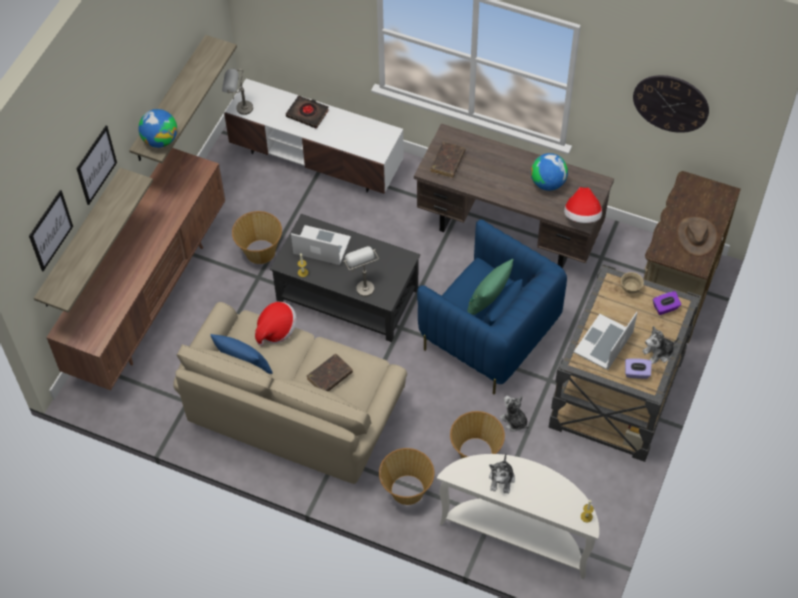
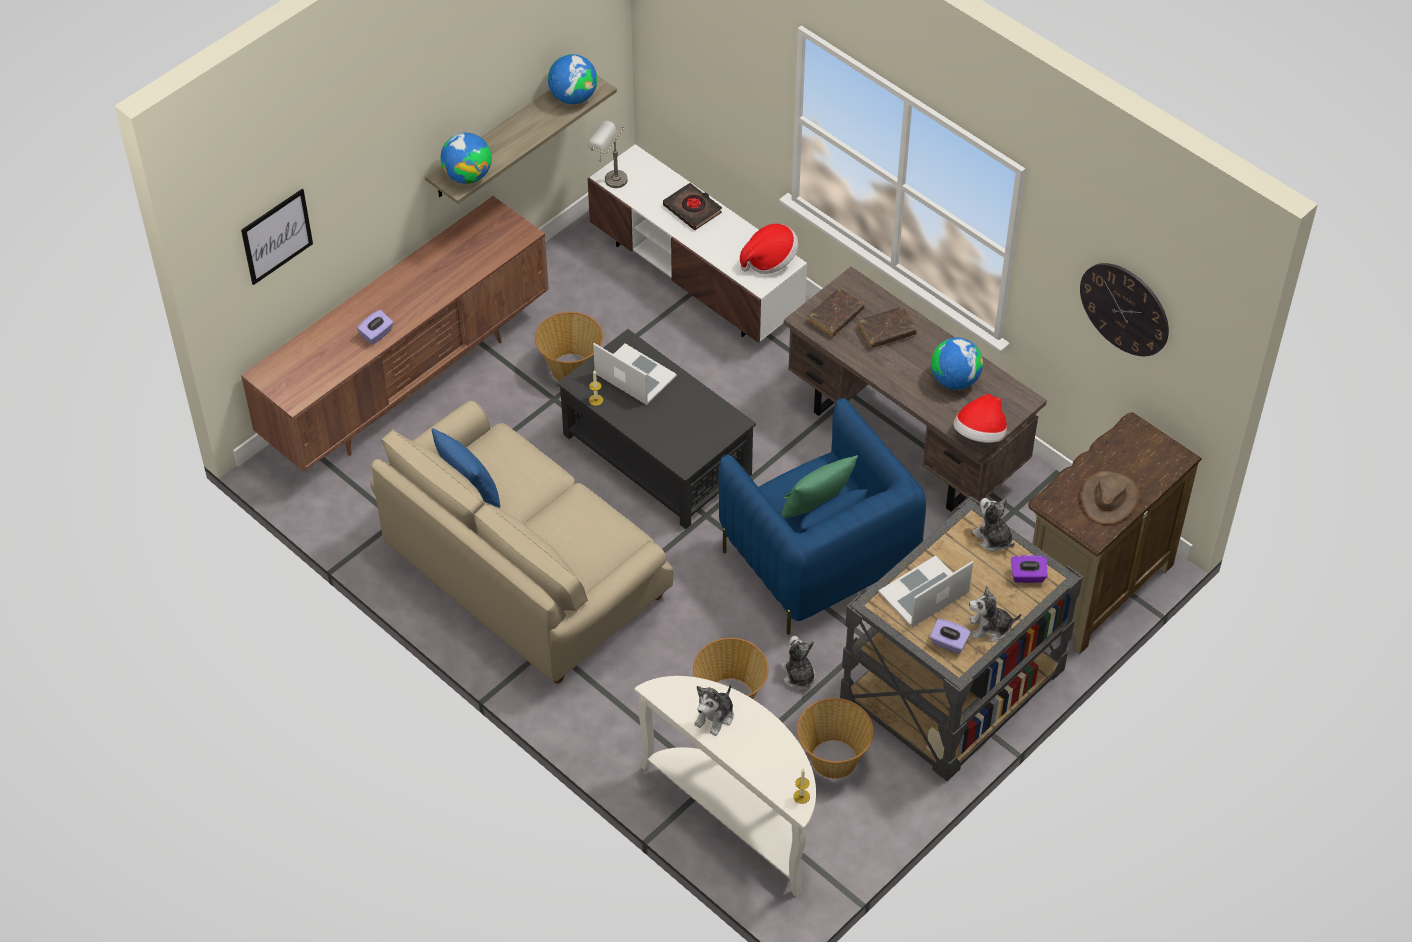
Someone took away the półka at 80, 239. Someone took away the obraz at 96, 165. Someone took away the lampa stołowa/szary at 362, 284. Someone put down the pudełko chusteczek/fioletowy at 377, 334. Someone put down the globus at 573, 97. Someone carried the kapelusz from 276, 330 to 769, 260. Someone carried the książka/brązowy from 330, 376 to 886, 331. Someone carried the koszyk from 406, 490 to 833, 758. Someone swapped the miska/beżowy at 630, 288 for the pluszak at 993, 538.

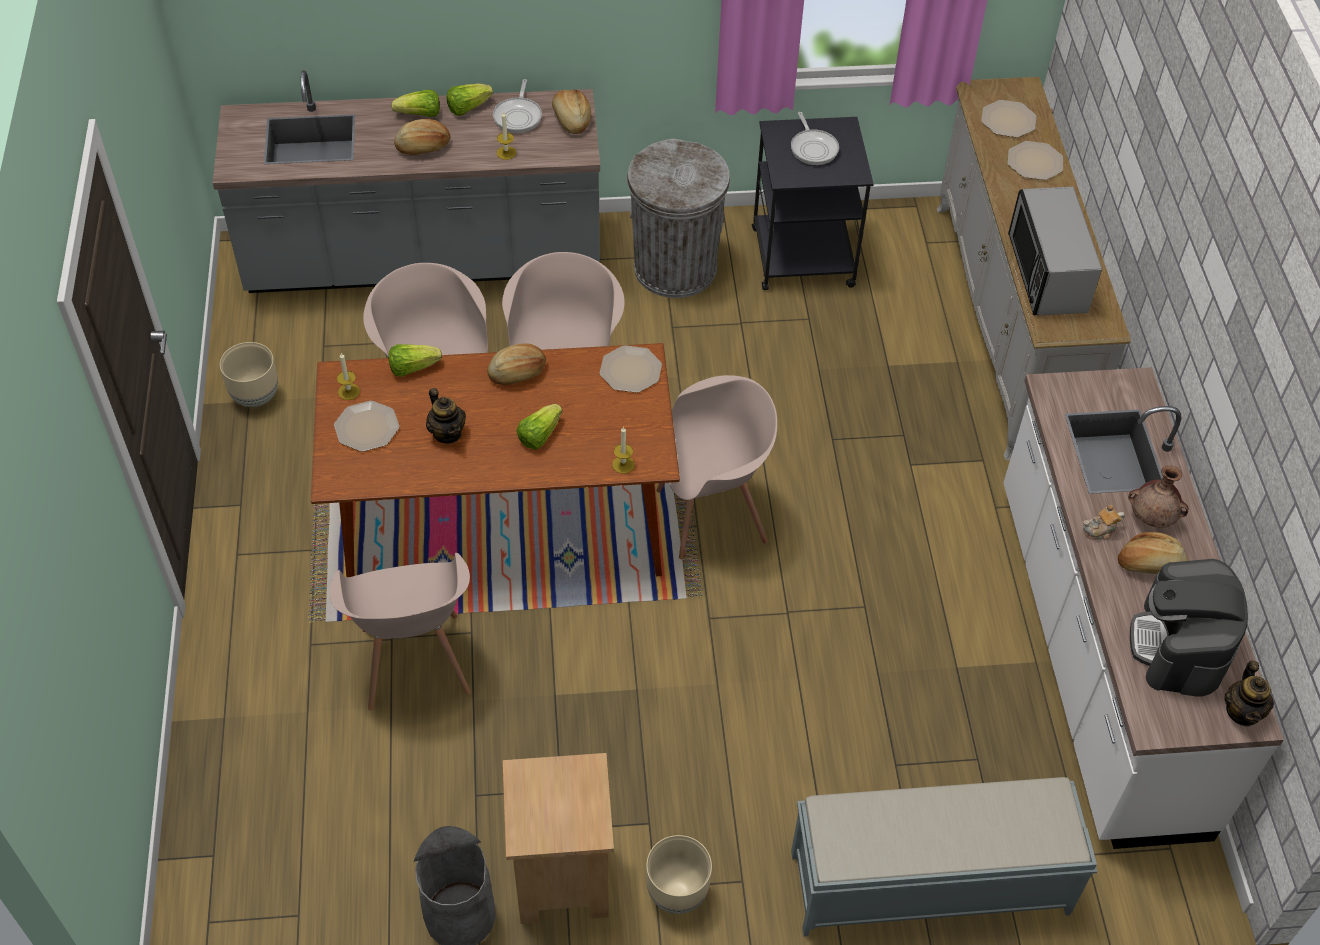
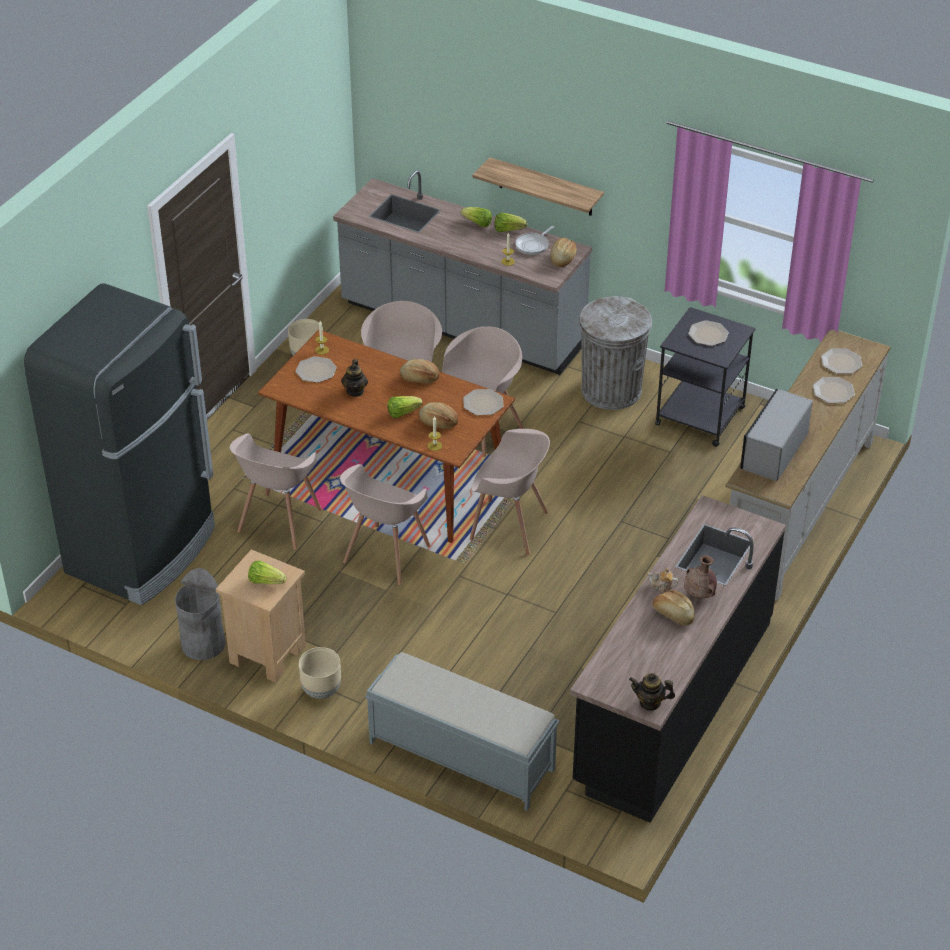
Someone took away the ekspres do kawy at 1179, 646. Someone put down the lodówka/czarny at 143, 550. Someone put down the krzesło/beżowy at 386, 555. Someone put up the półka at 545, 187. Someone carried the sałata from 413, 367 to 266, 581. Someone carried the chleb from 423, 146 to 438, 422. Someone swapped the patelnia at 813, 148 for the talerz at 708, 334. Someone repainted the zabudowa kuchenna/biały at 1095, 656, which became the zabudowa kuchenna/czarny at 672, 702. Someone rotated the imbryk at 1242, 712 by 60 degrees clockwise.

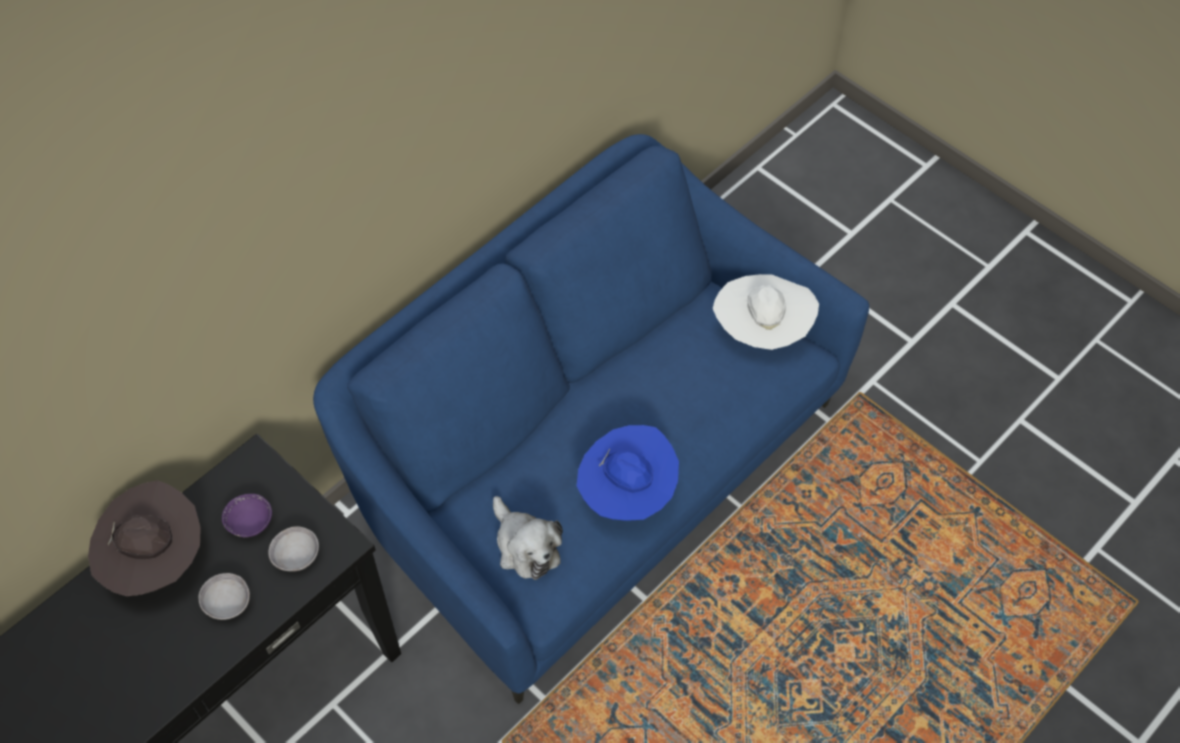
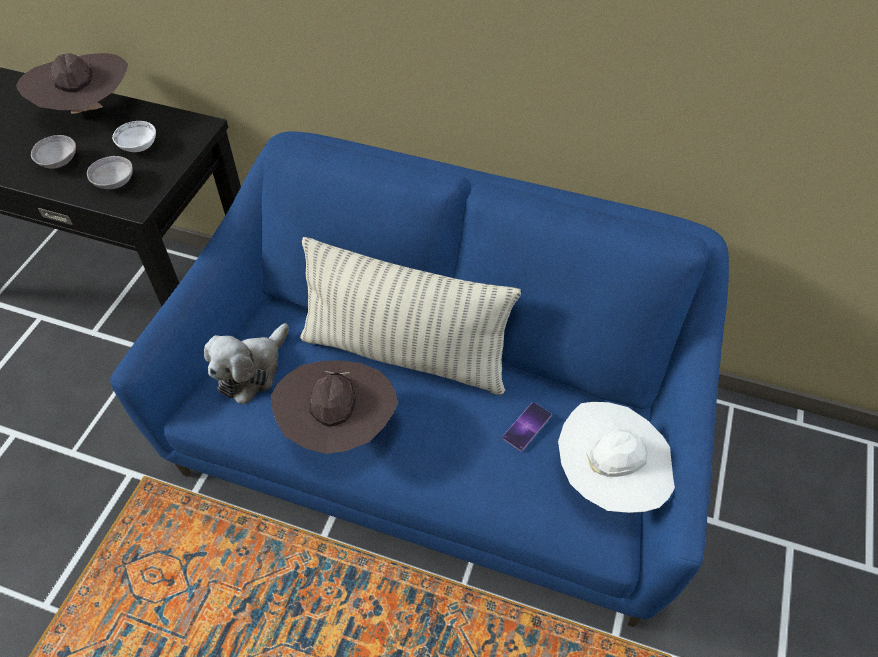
Someone put down the poduszka at 405, 353. Someone put down the telefon at 527, 426. Someone repainted the miska/fioletowy at 250, 522, which became the miska/biały at 138, 146. Someone repainted the kapelusz/niebieski at 627, 493, which became the kapelusz/brązowy at 338, 427.

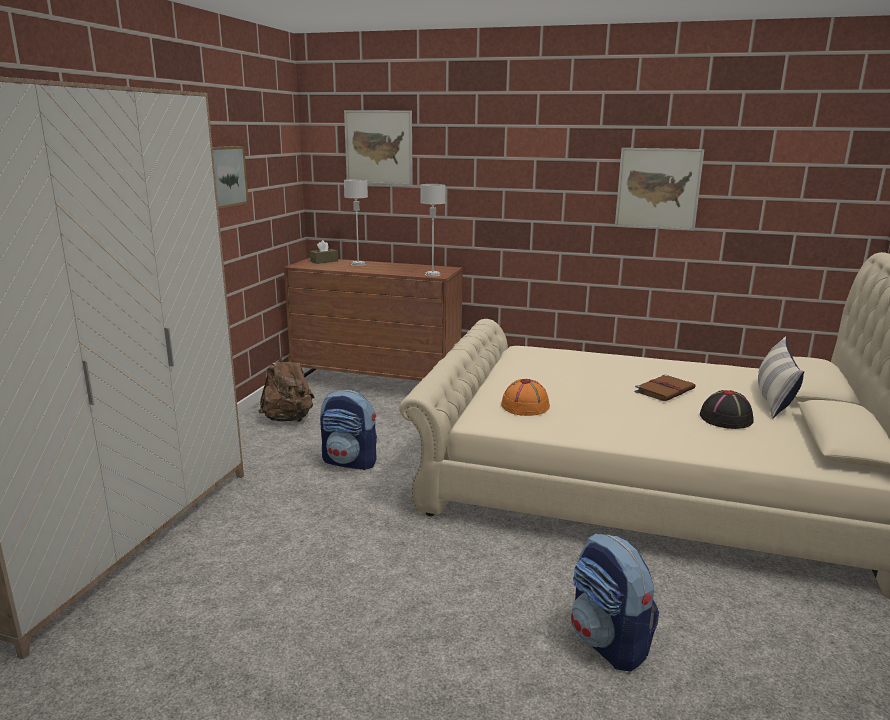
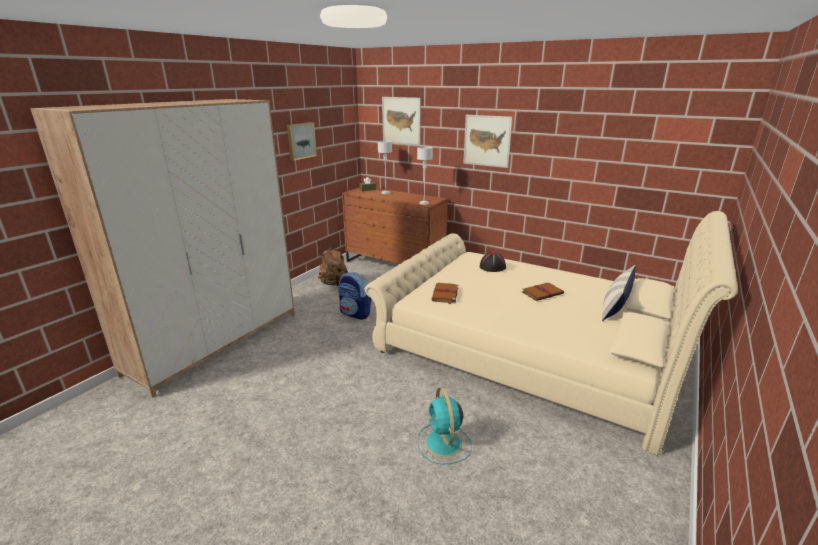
Someone carried the obraz from 658, 189 to 487, 141. Someone carried the kapelusz/czarny from 726, 418 to 492, 267. Someone swapped the kapelusz/pomarańczowy at 525, 406 for the książka/brązowy at 445, 294. Someone swapped the plecak at 609, 642 for the wentylator/turkusowy at 443, 444.

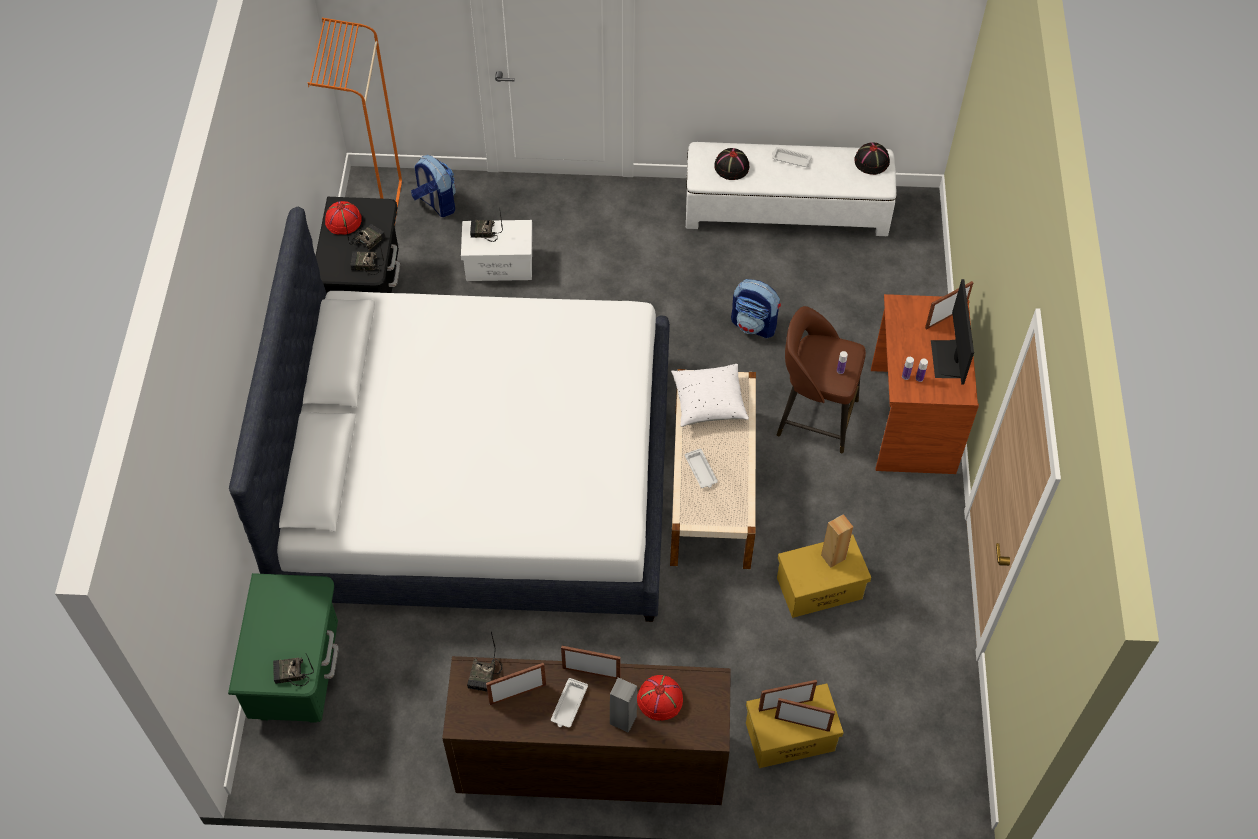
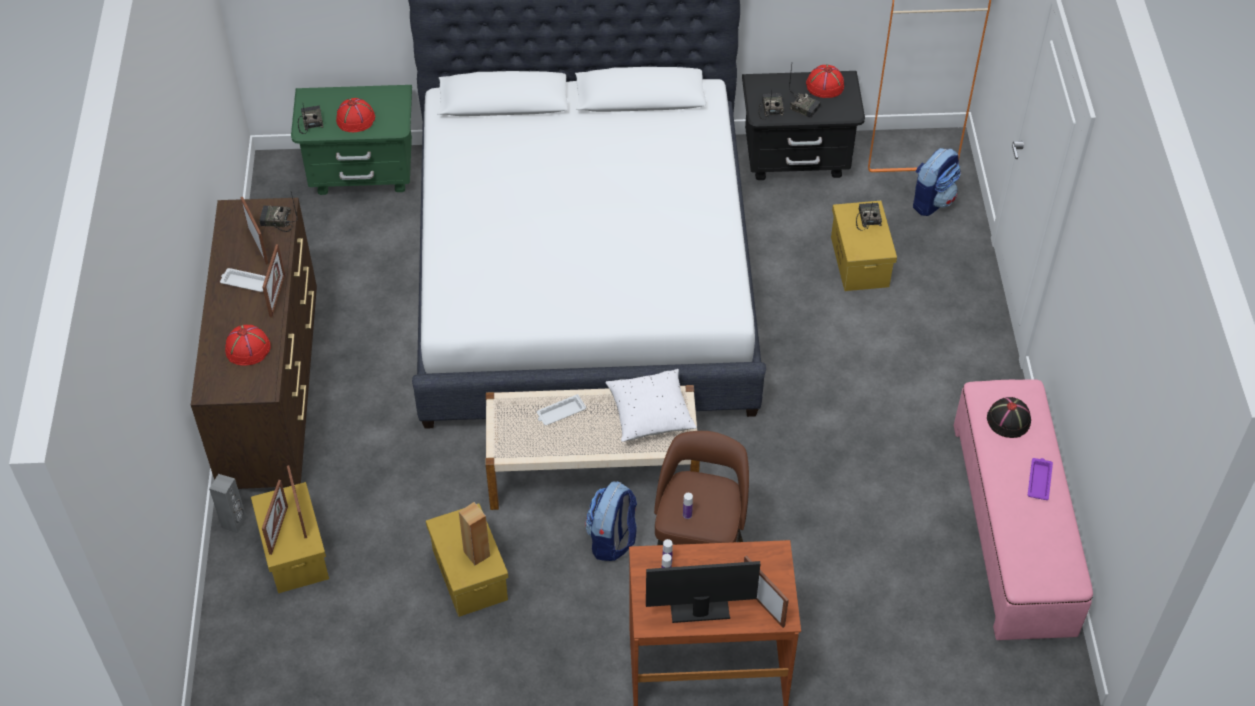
Someone took away the kapelusz/czarny at 872, 161. Someone put down the kapelusz/czerwony at 356, 119. Someone carried the głośnik/szary from 623, 720 to 234, 523. Someone carried the plecak from 754, 325 to 612, 540. Someone repainted the pojemnik do przechowywania/biały at 500, 264, which became the pojemnik do przechowywania/żółty at 860, 262. Someone repainted the ławka/biały at 787, 208, which became the ławka/różowy at 1014, 527. Someone repainted the taca/biały at 790, 159, which became the taca/fioletowy at 1039, 480.

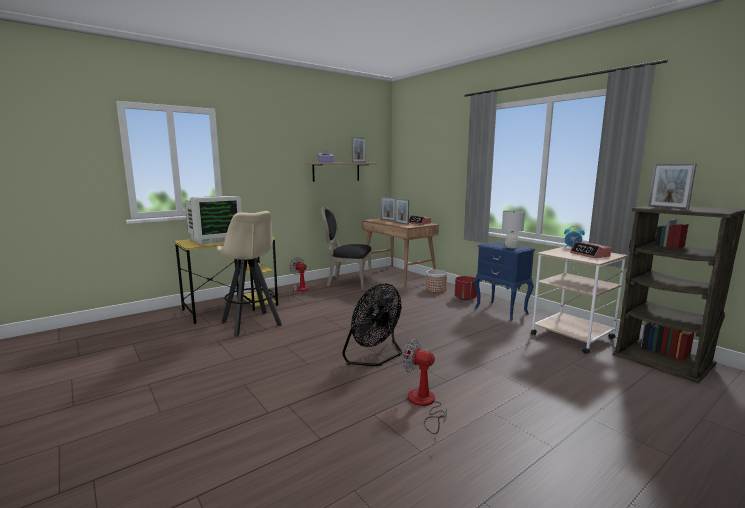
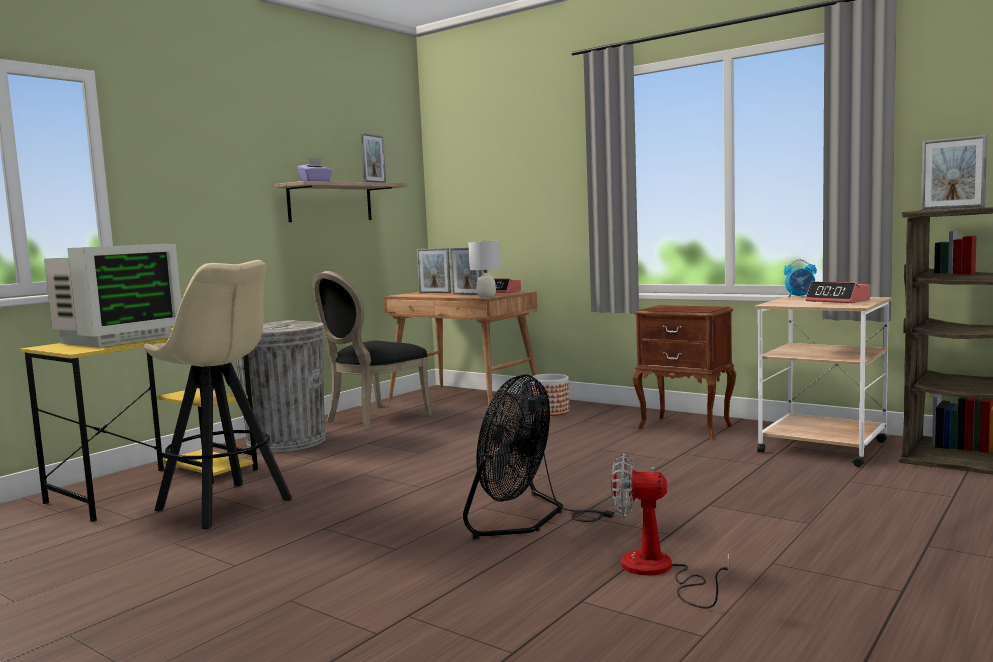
Someone took away the donica/czerwony at 465, 298. Someone carried the lampa stołowa/szary from 510, 248 to 486, 297. Someone swapped the wentylator at 300, 291 for the kosz na śmieci/szary at 286, 442. Someone repainted the szafka nocna/niebieski at 501, 311, which became the szafka nocna/brązowy at 685, 428. Someone rotated the krzesło/czarny at 347, 282 by 45 degrees counterclockwise.

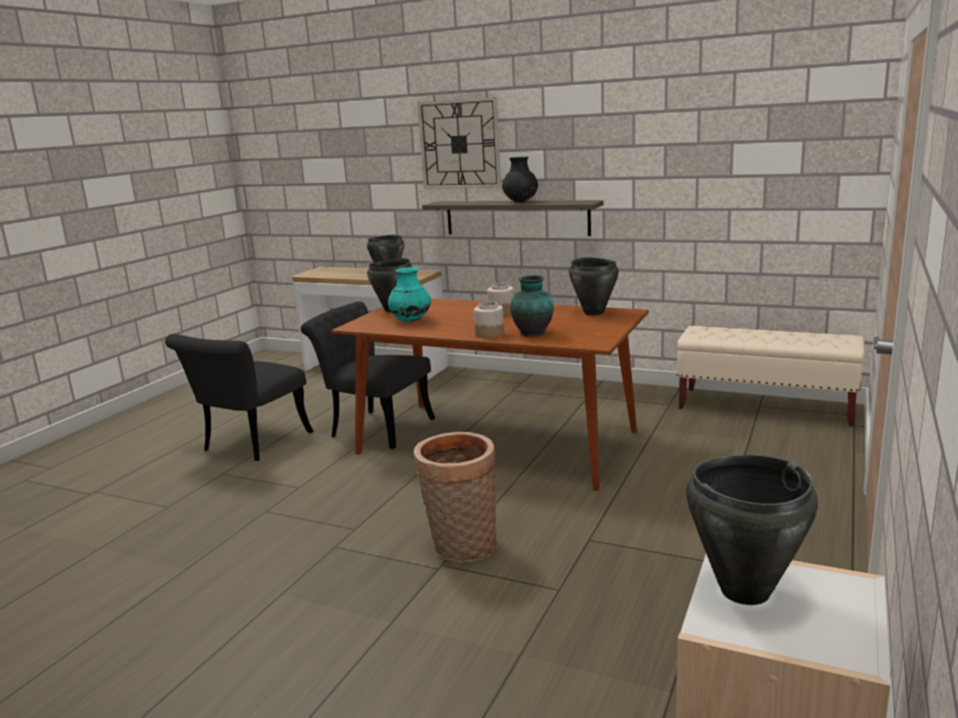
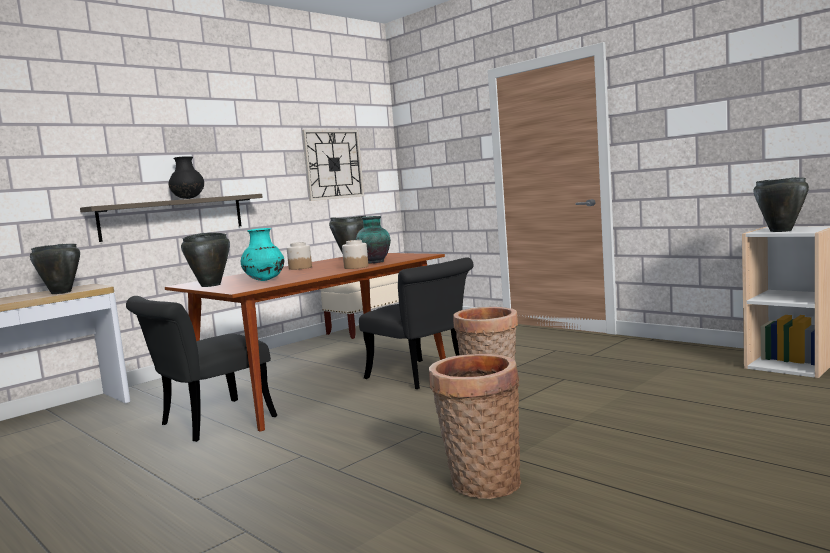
Someone put down the koszyk at 481, 483. Someone carried the krzesło/czarny from 250, 444 to 422, 376. Someone carried the zegar ścienny from 459, 144 to 333, 164.

